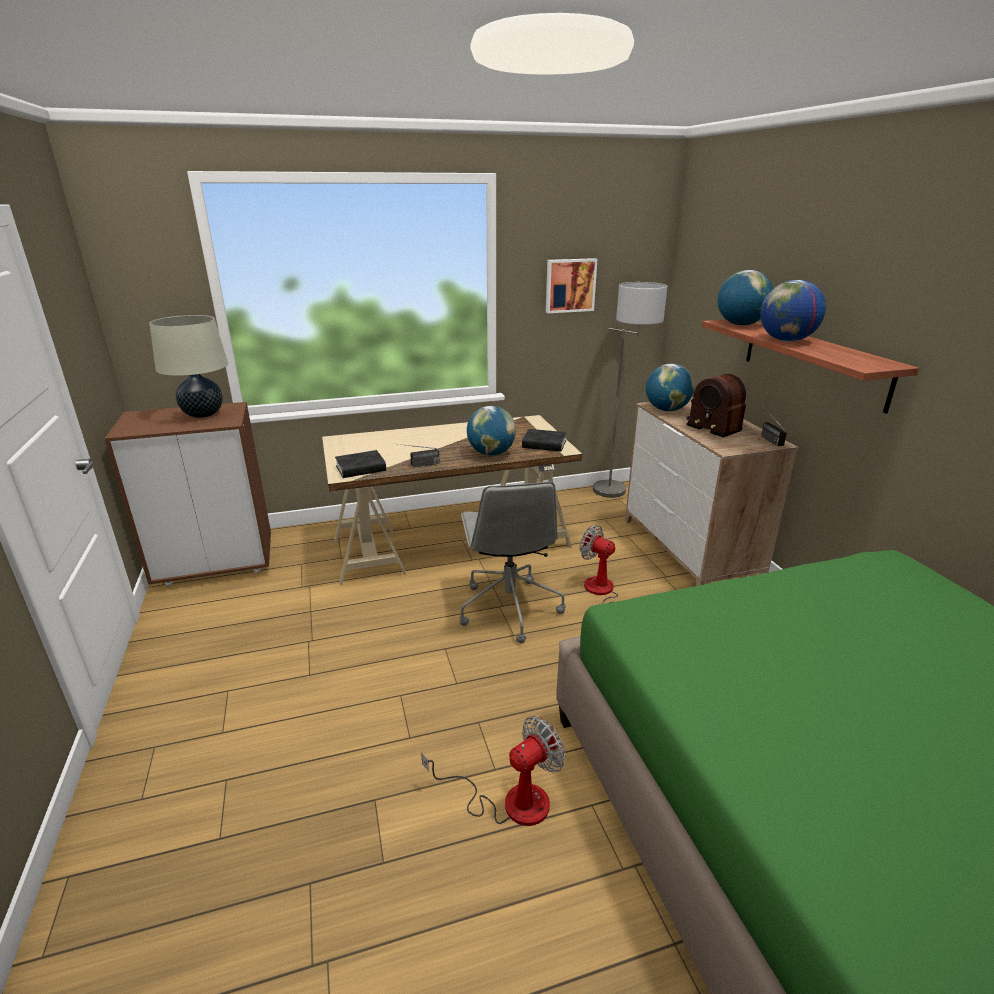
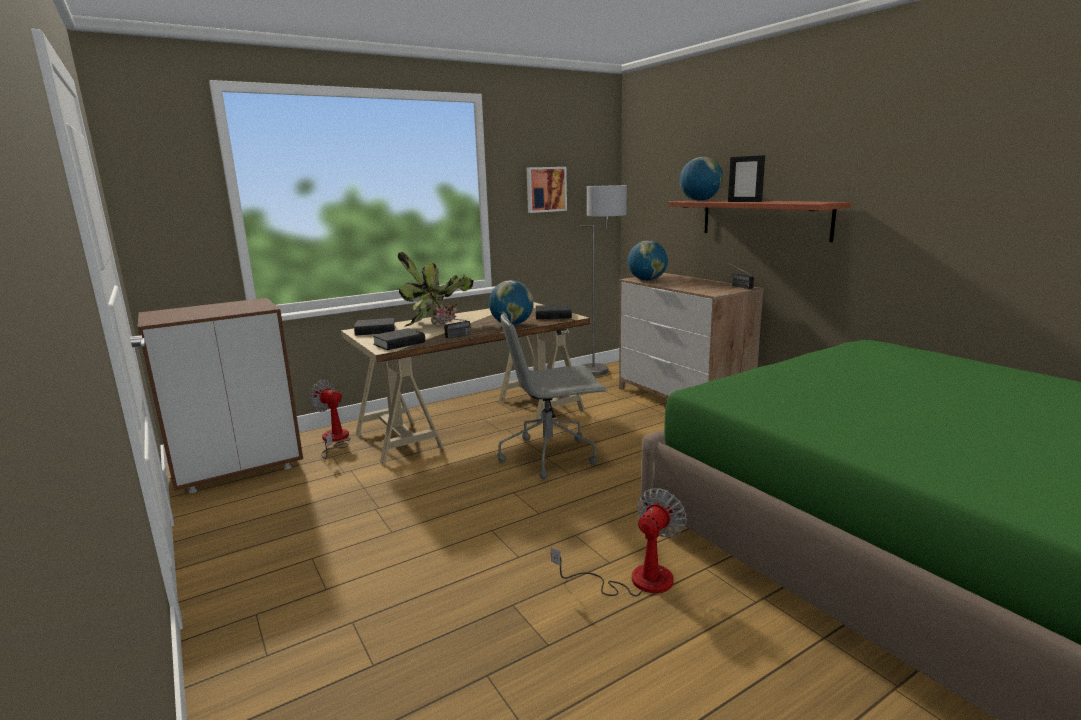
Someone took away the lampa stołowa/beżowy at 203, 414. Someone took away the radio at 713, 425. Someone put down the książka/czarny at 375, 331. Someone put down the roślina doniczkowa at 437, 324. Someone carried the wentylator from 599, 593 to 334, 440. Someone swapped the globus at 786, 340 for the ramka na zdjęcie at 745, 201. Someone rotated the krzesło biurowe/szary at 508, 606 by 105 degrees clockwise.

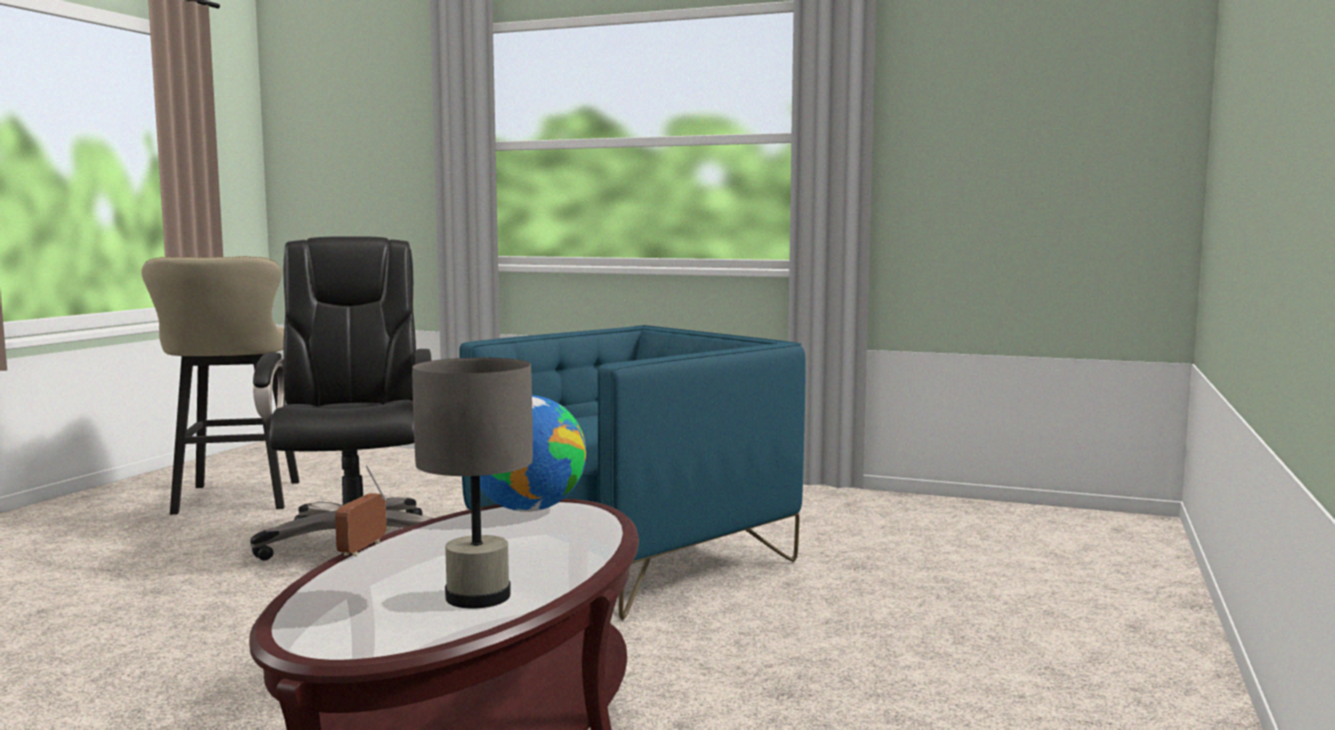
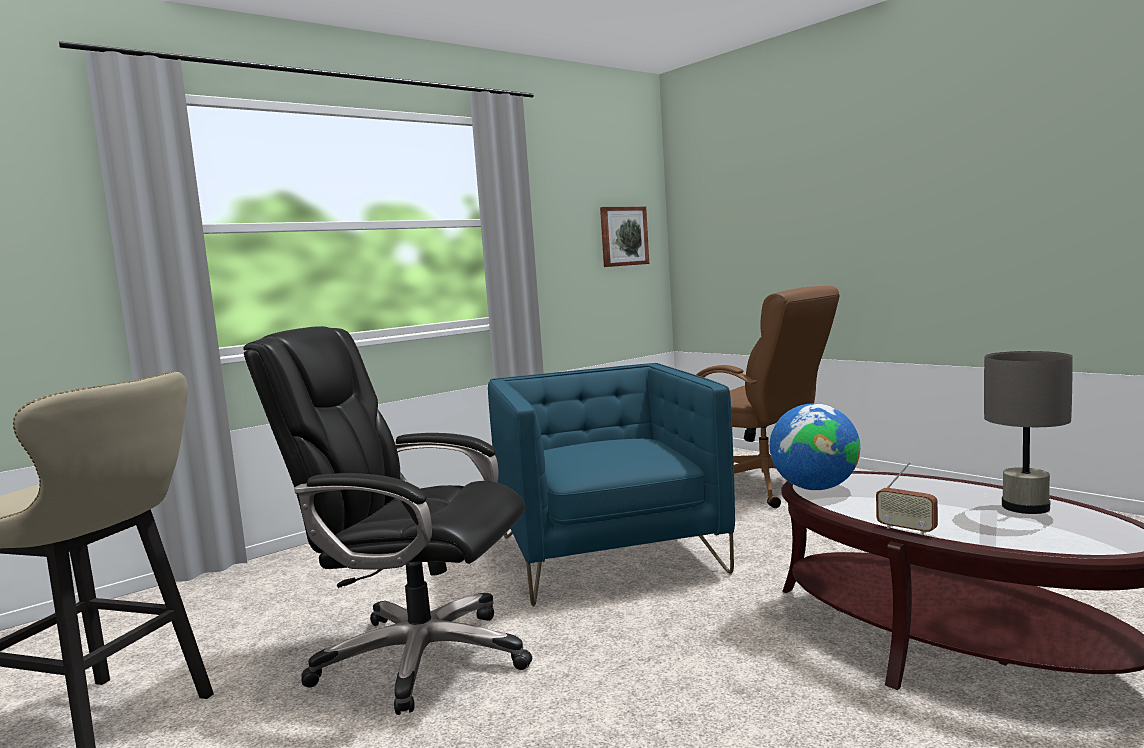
Someone put up the obraz at 623, 236. Someone put down the krzesło biurowe/brązowy at 764, 486.

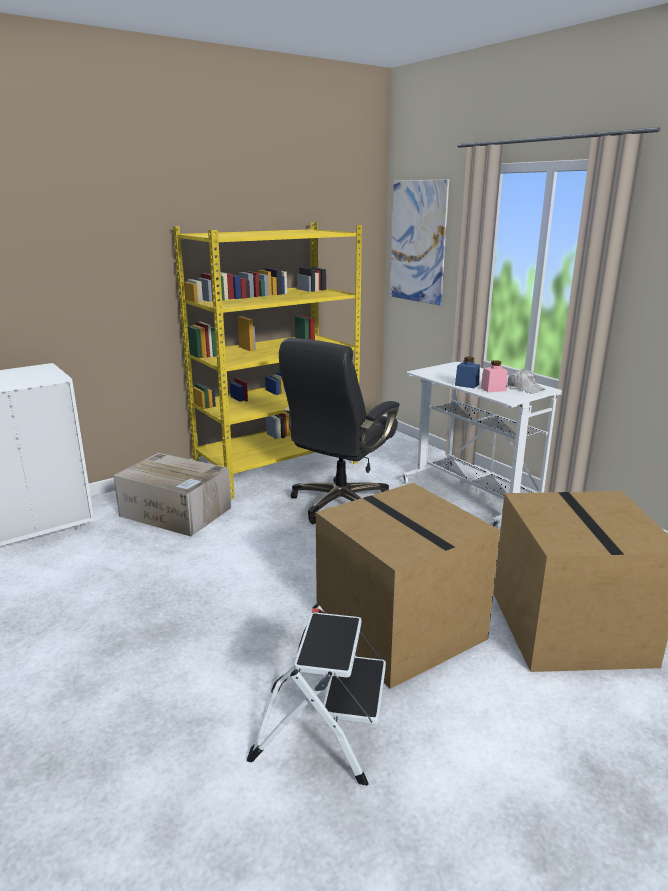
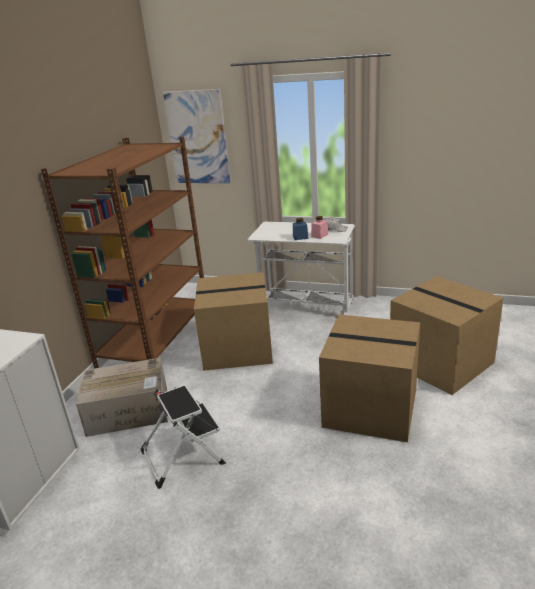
Someone carried the drabinka from 321, 726 to 183, 453. Someone swapped the krzesło biurowe/czarny at 341, 502 for the karton at 236, 349. Someone repainted the regał/żółty at 277, 467, which became the regał/brązowy at 157, 343.

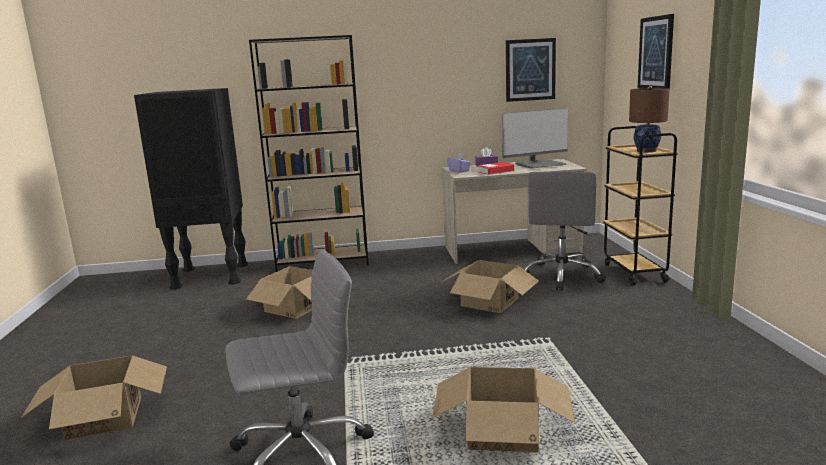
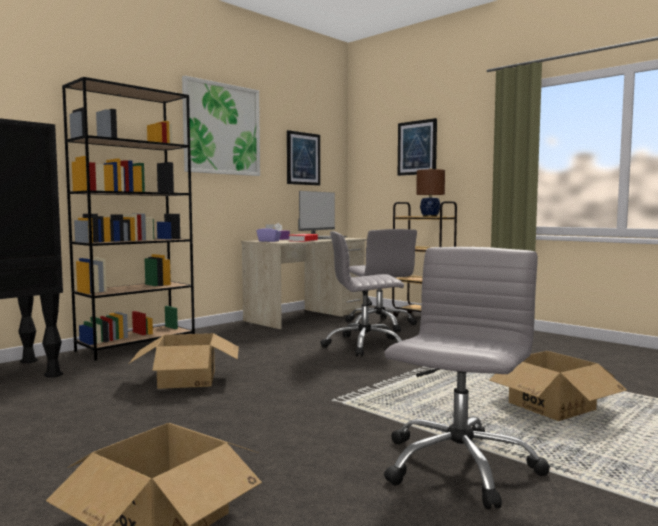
Someone put up the obraz at 222, 129. Someone swapped the karton at 490, 301 for the krzesło biurowe/szary at 364, 345.

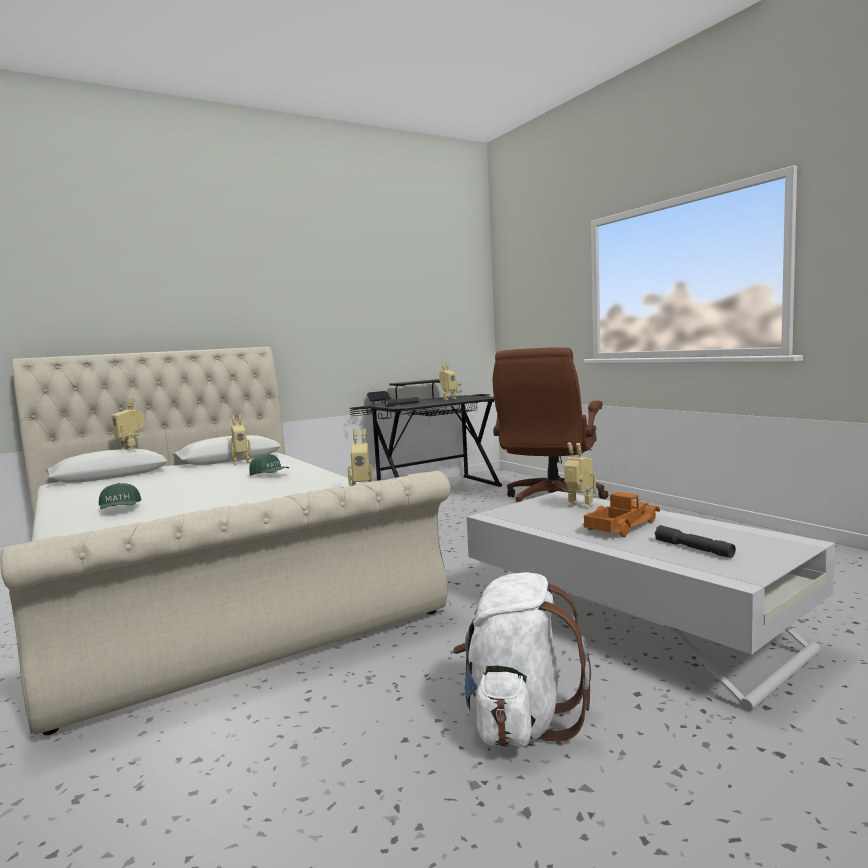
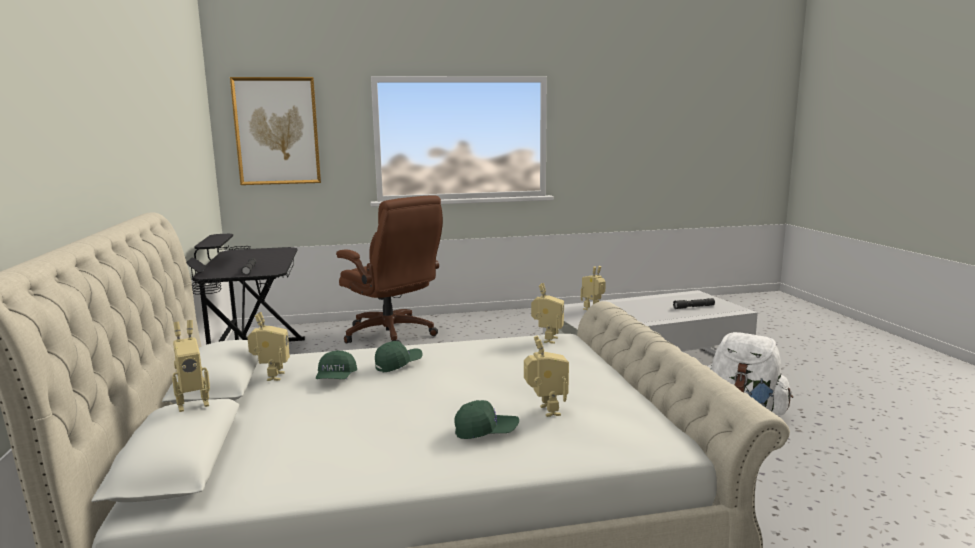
Someone took away the ciężarówka zabawkowa at 620, 527. Someone put up the obraz at 277, 131. Someone put down the czapka z daszkiem/zielony at 336, 378. Someone carried the robot zabawkowy from 448, 399 to 545, 411.

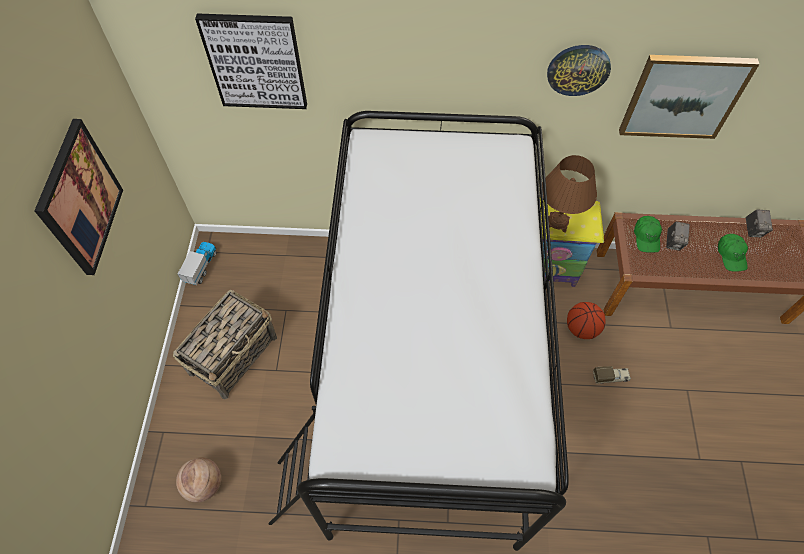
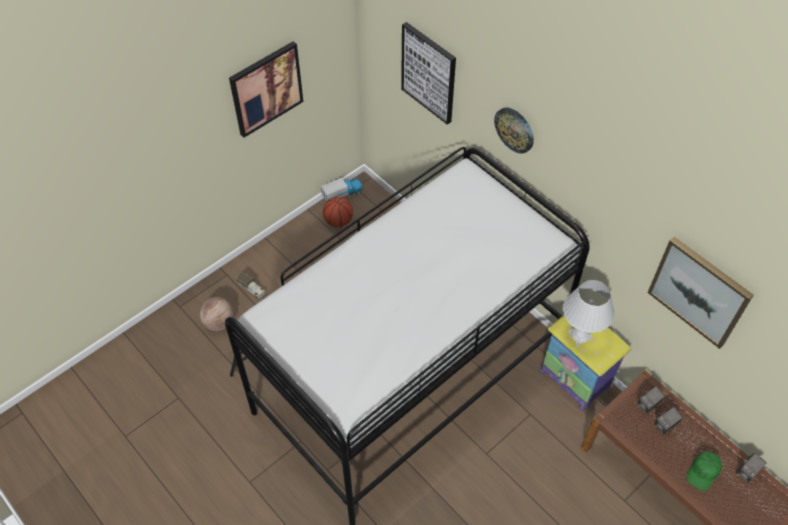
Someone took away the koszyk at 234, 354. Someone carried the zegar ścienny from 578, 69 to 514, 129. Someone carried the piłka do koszykówki from 581, 328 to 338, 221. Someone carried the ciężarówka zabawkowa from 610, 377 to 252, 289. Someone swapped the czapka z daszkiem/zielony at 646, 237 for the aparat fotograficzny at 648, 405. Someone repainted the lampa stołowa/brązowy at 557, 222, which became the lampa stołowa/biały at 579, 336.

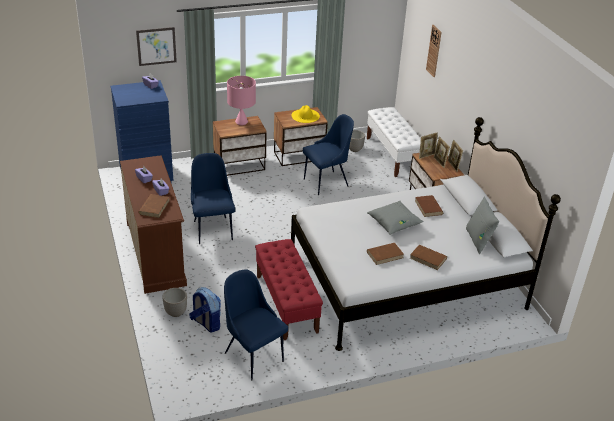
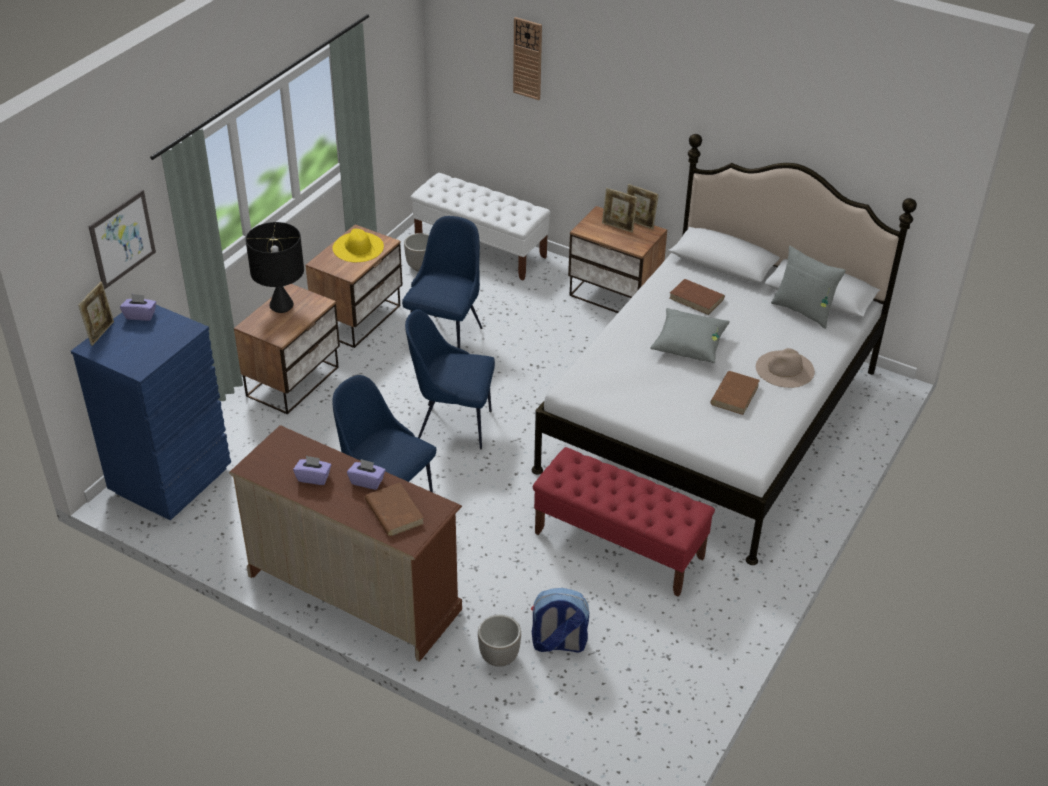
Someone carried the krzesło/niebieski from 253, 357 to 453, 426. Someone carried the ramka na zdjęcie from 426, 156 to 101, 333. Someone swapped the książka/brązowy at 428, 258 for the kapelusz/beżowy at 785, 369. Someone repainted the lampa stołowa/różowy at 241, 123, which became the lampa stołowa/czarny at 281, 307.

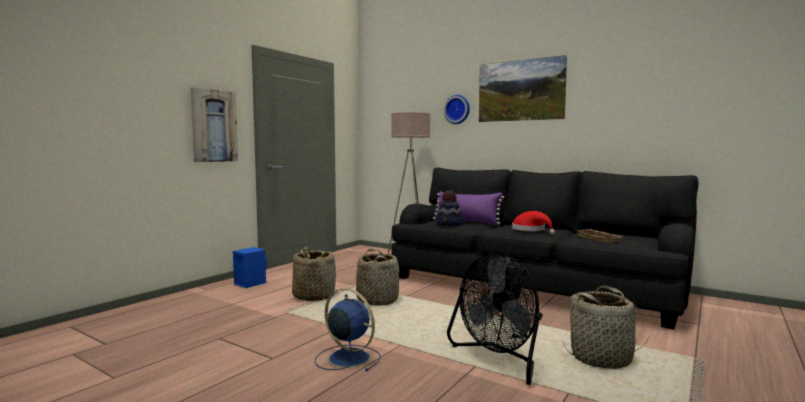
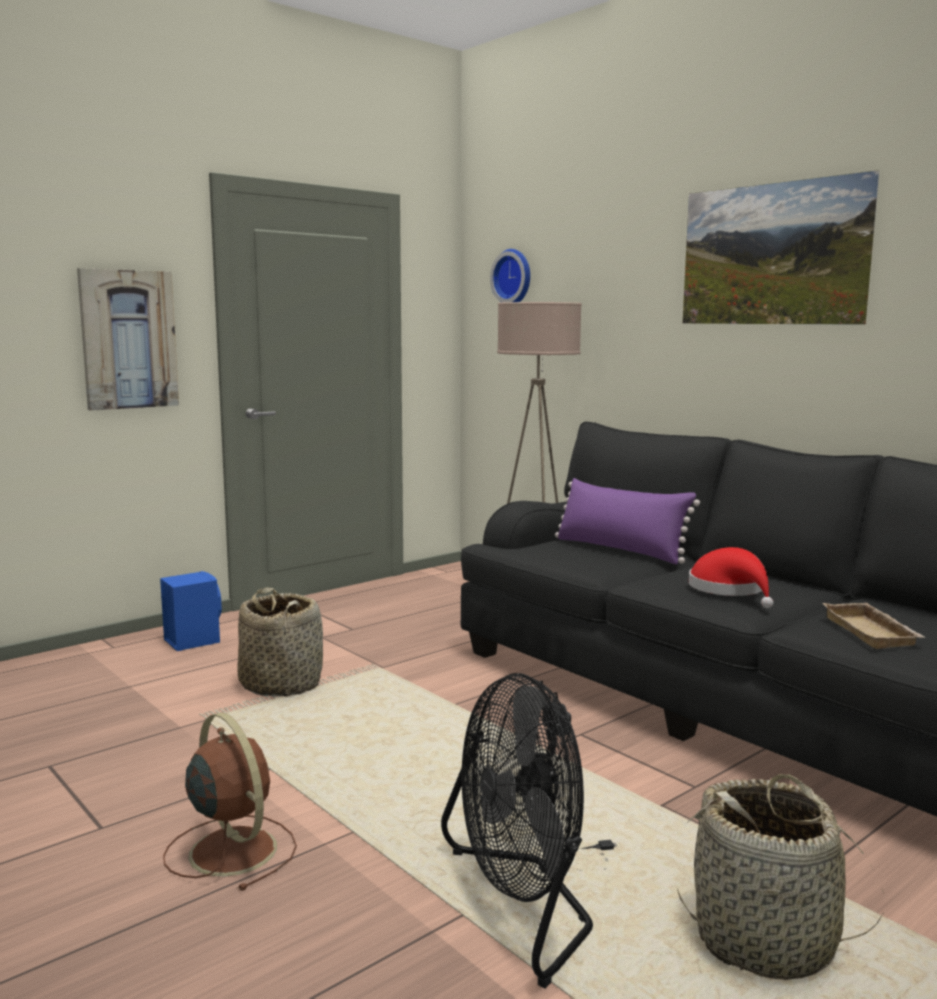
Someone took away the koszyk at 378, 300. Someone took away the kapelusz at 449, 224. Someone carried the zegar ścienny from 457, 109 to 514, 277. Someone repainted the wentylator/niebieski at 347, 358, which became the wentylator/brązowy at 231, 849.

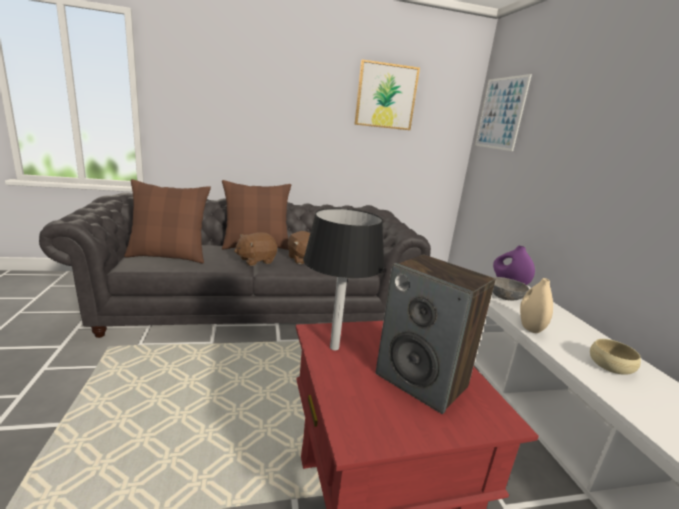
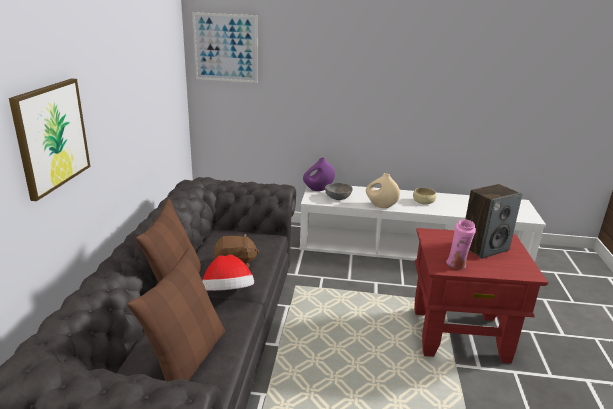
Someone carried the obraz from 386, 96 to 51, 136. Someone swapped the pluszak/brązowy at 256, 260 for the kapelusz at 228, 294. Someone swapped the lampa stołowa/czarny at 334, 347 for the wazon/różowy at 457, 265.

